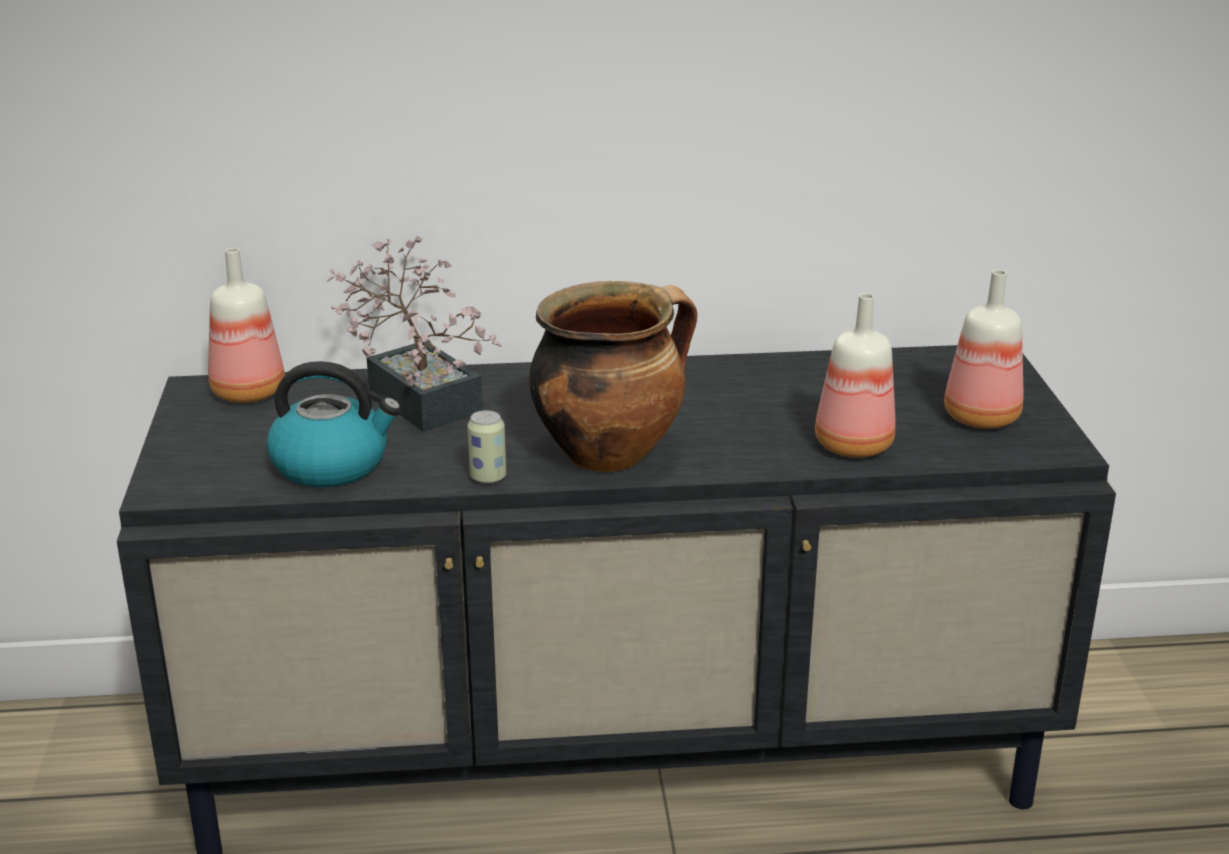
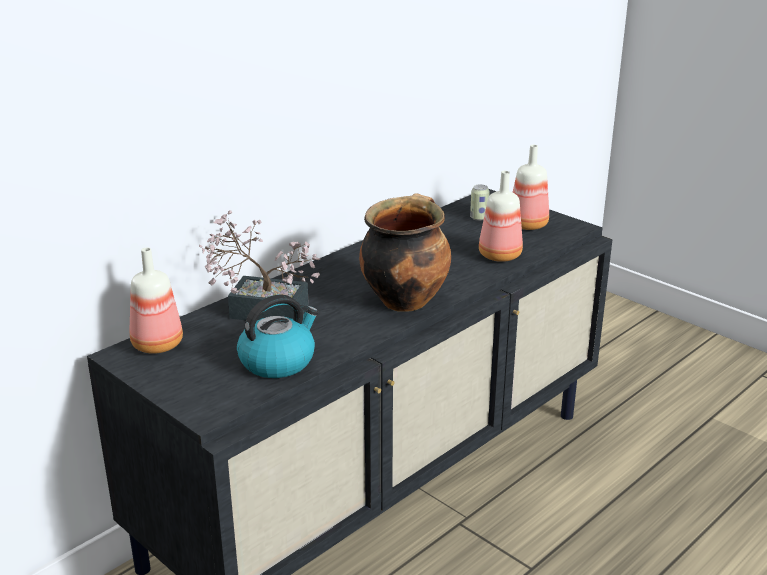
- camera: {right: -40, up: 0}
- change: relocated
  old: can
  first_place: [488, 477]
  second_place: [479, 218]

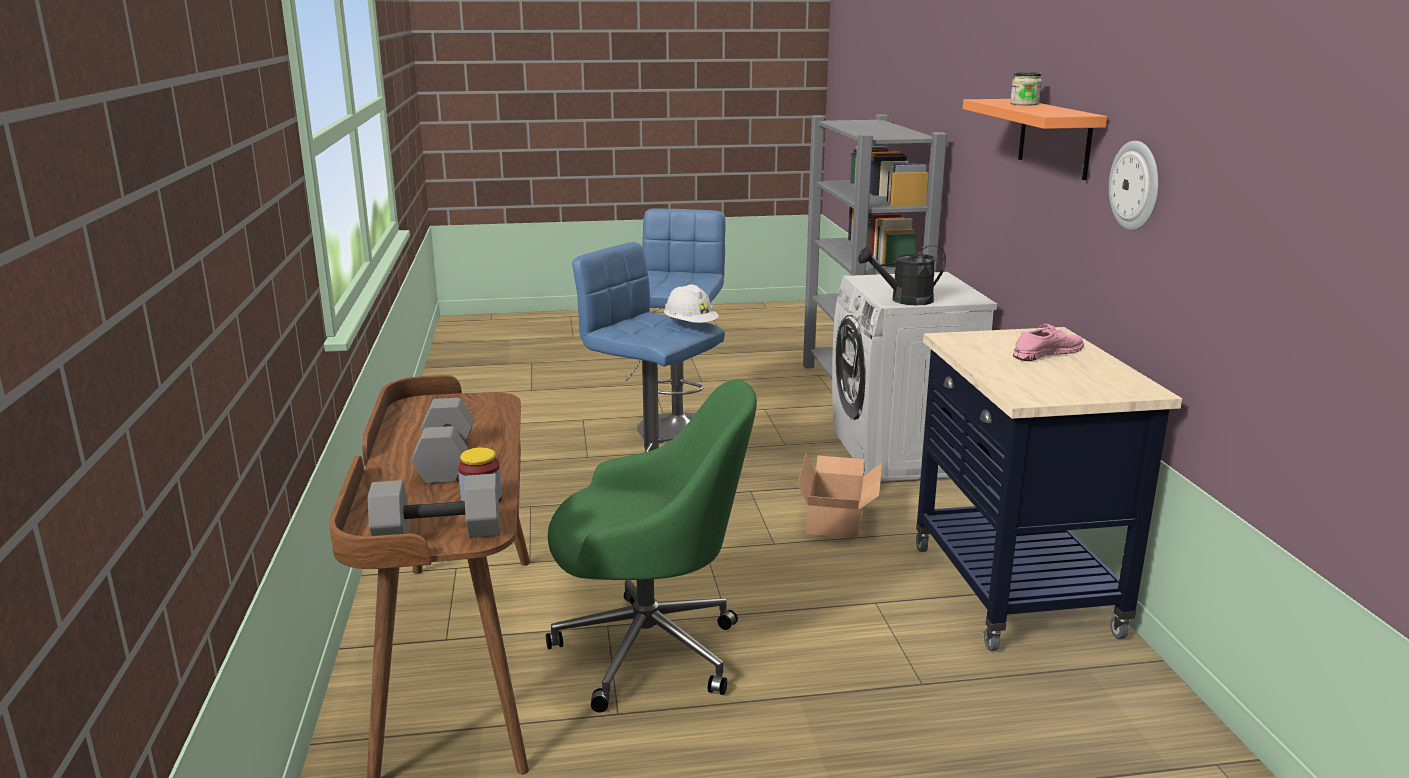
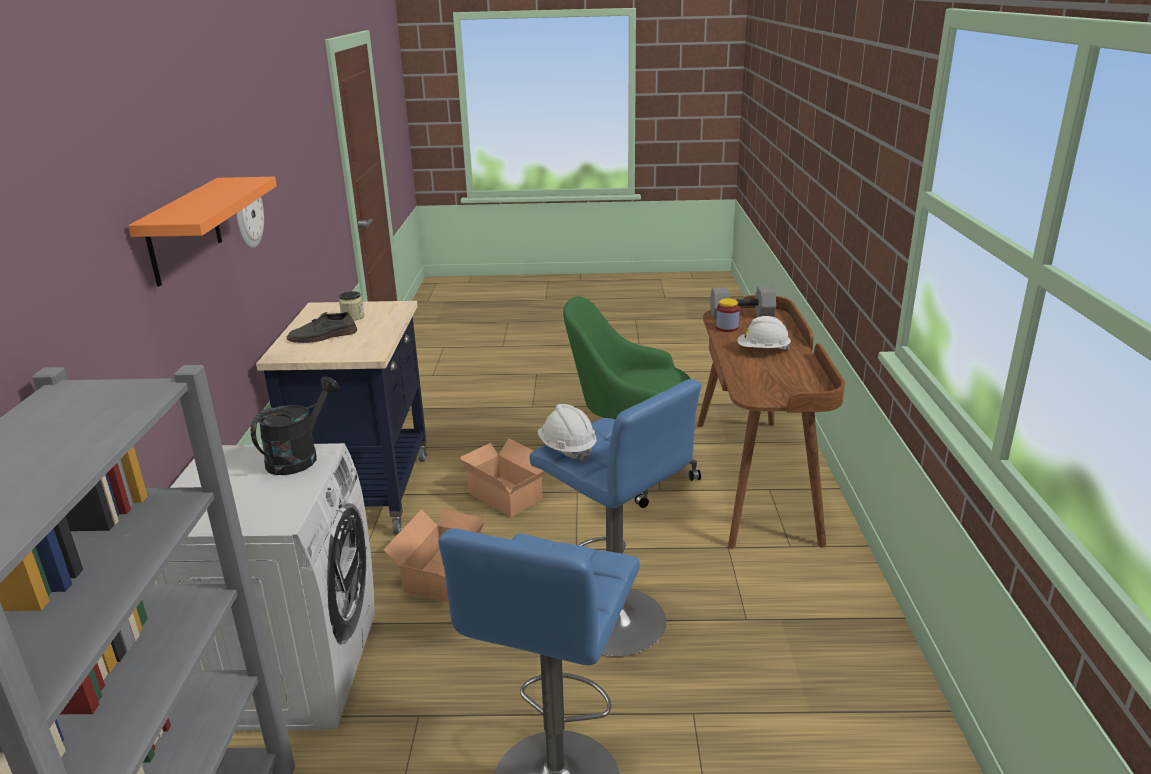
- camera: {right: -170, up: 5}
- change: exchanged
  old: grey dumbbell
  new: white hard hat
  first_place: [444, 460]
  second_place: [763, 350]
- change: spun
  old: black watering can
  first_place: [904, 300]
  second_place: [299, 457]
  degrees: -60
- change: relocated
  old: jar
  first_place: [1024, 104]
  second_place: [353, 317]
- change: colour
  old: pink shoe
  new: grey shoe
  first_place: [1047, 352]
  second_place: [323, 336]
- change: appeared
  new: cardboard box
  second_place: [506, 494]

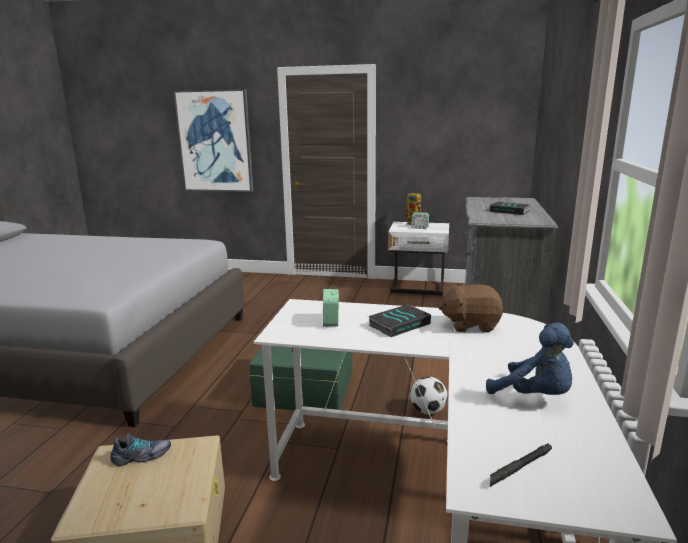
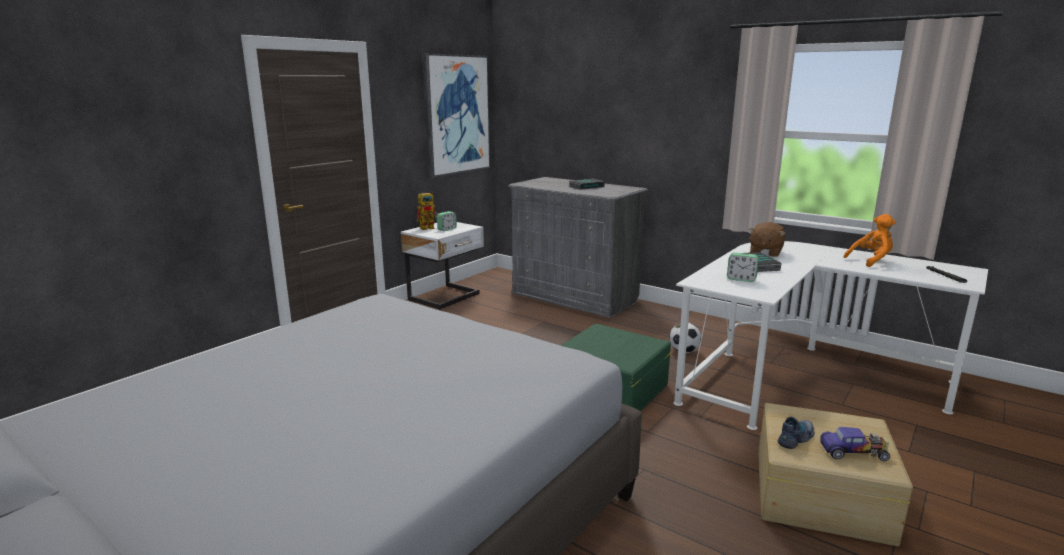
- camera: {right: -65, up: 0}
- change: spun
  old: shoe
  first_place: [142, 456]
  second_place: [796, 438]
  degrees: 45
- change: relocated
  old: picture
  first_place: [215, 141]
  second_place: [456, 115]
- change: colour
  old: blue plush toy
  new: orange plush toy
  first_place: [535, 396]
  second_place: [871, 260]
- change: appeared
  new: toy car
  second_place: [853, 452]

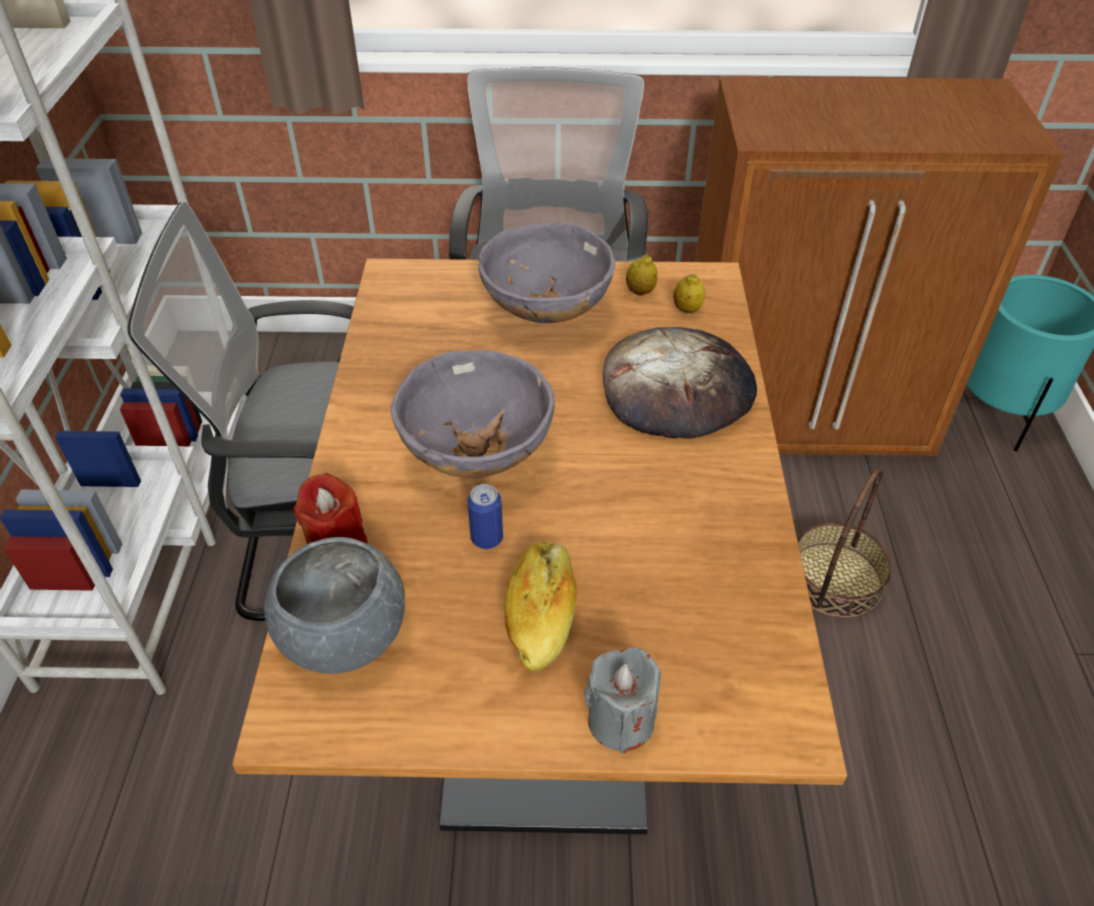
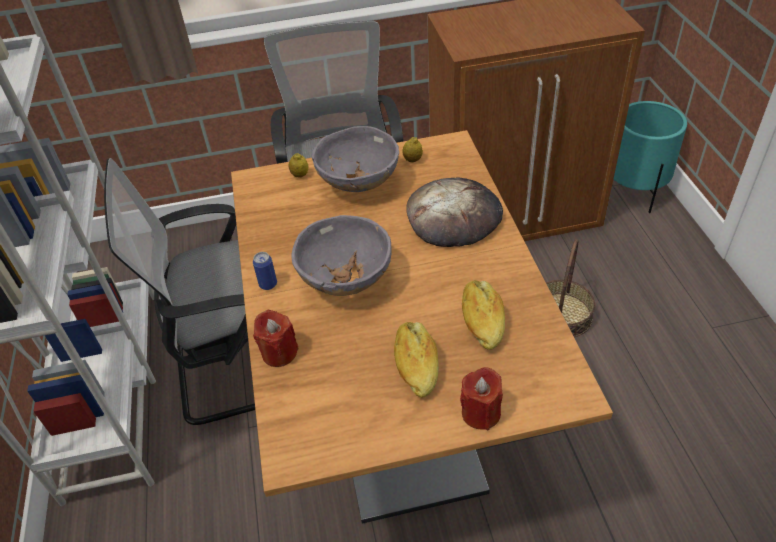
- camera: {right: -10, up: 0}
- change: missing
  old: grey bowl
  first_place: [343, 634]
- change: relocated
  old: can
  first_place: [487, 538]
  second_place: [268, 284]
- change: colour
  old: grey candle
  new: red candle
  first_place: [621, 720]
  second_place: [481, 413]
- change: relocated
  old: lemon
  first_place: [687, 309]
  second_place: [300, 175]
- change: appeared
  new: bread
  second_place: [482, 321]

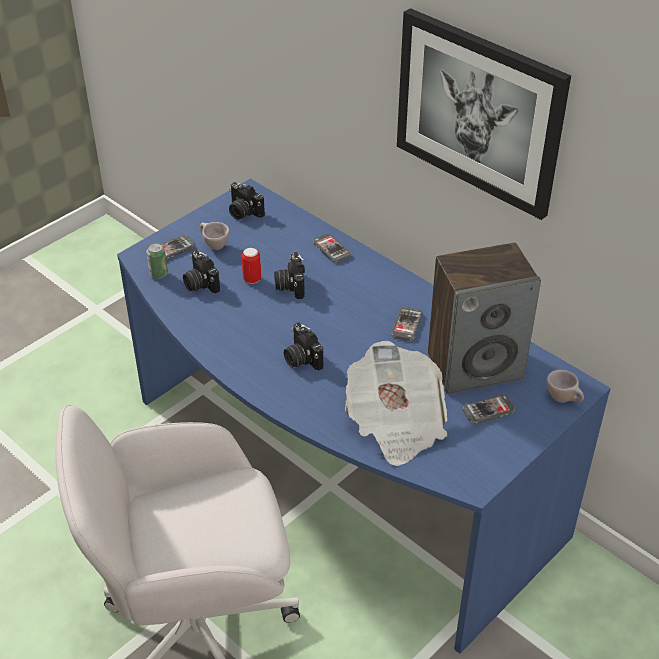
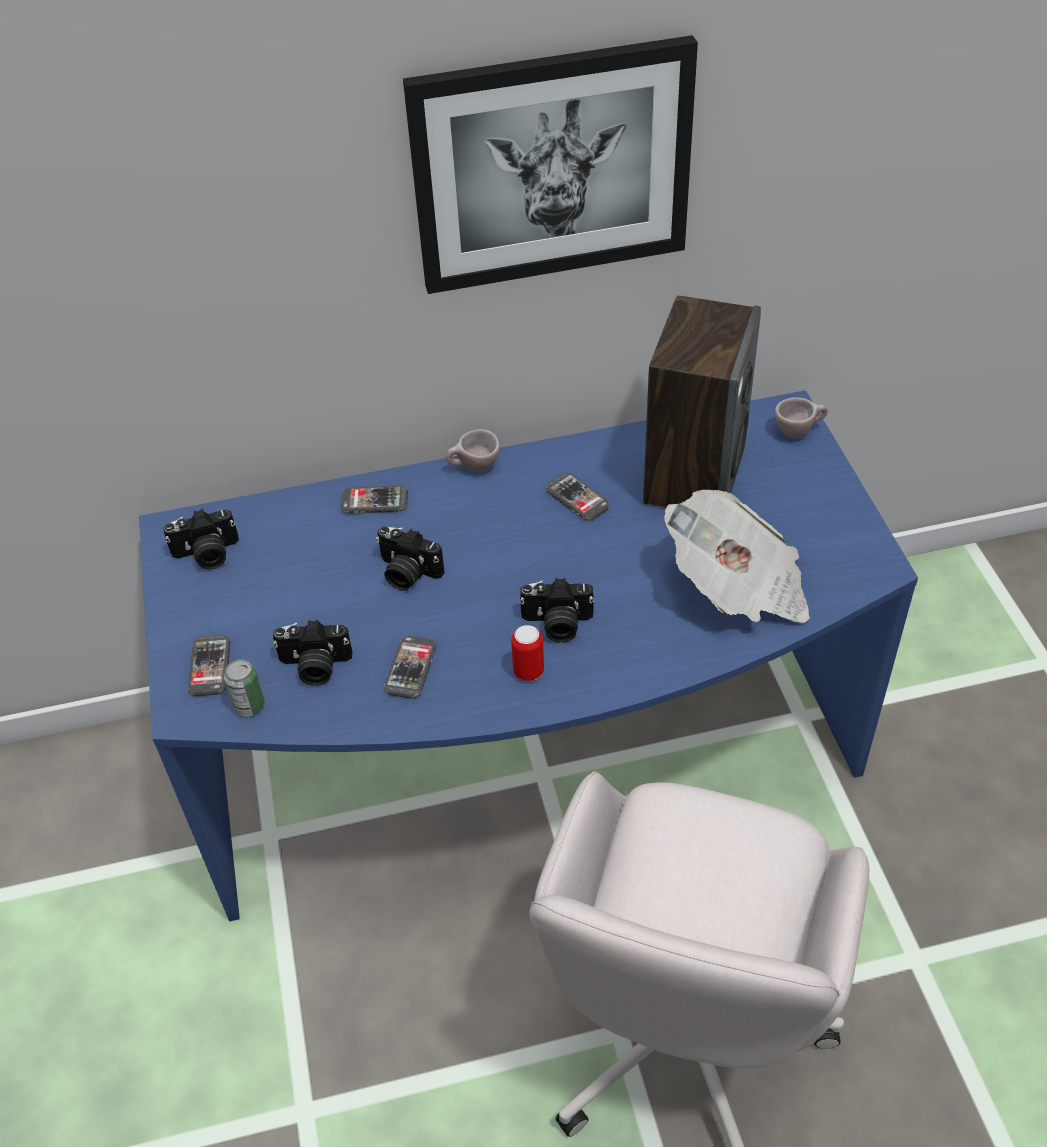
- camera: {right: -55, up: 5}
- change: relocated
  old: beige cup
  first_place: [213, 245]
  second_place: [474, 468]
- change: relocated
  old: can
  first_place: [252, 279]
  second_place: [528, 671]
- change: relocated
  old: phone
  first_place: [488, 410]
  second_place: [410, 668]

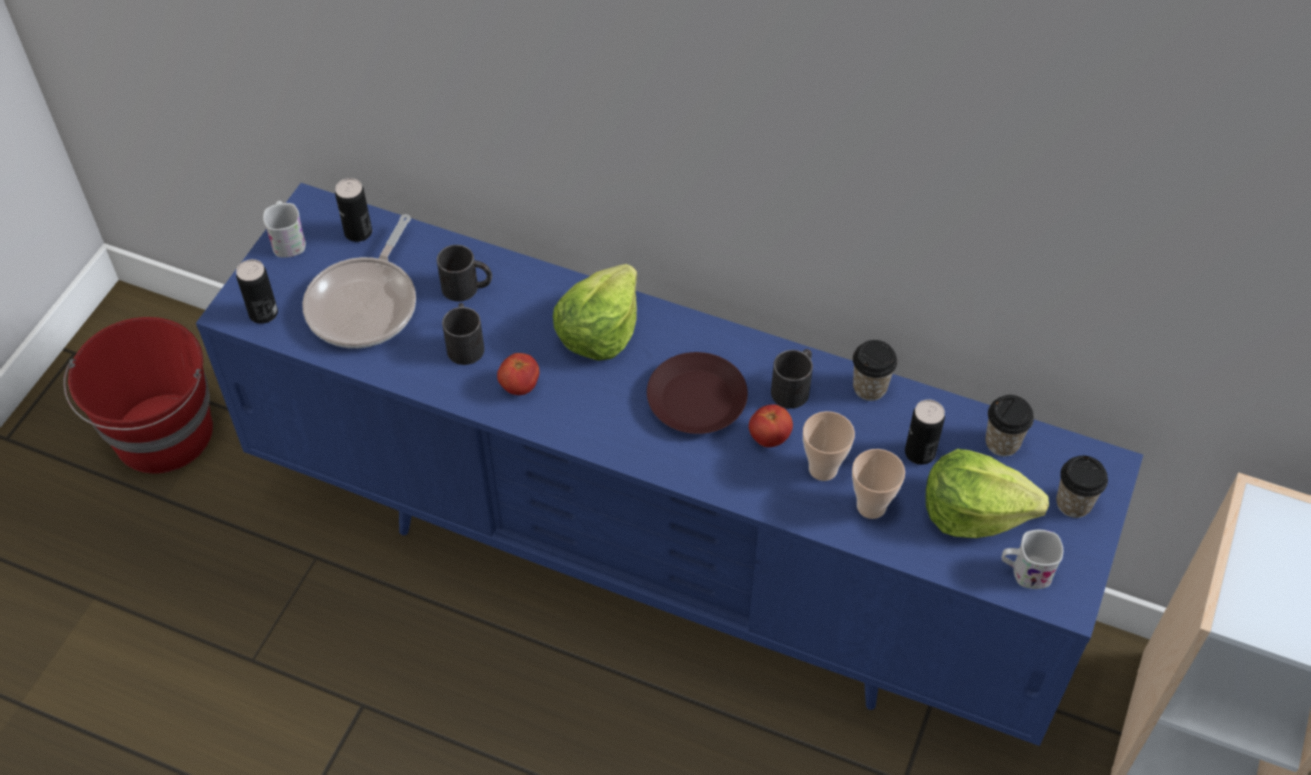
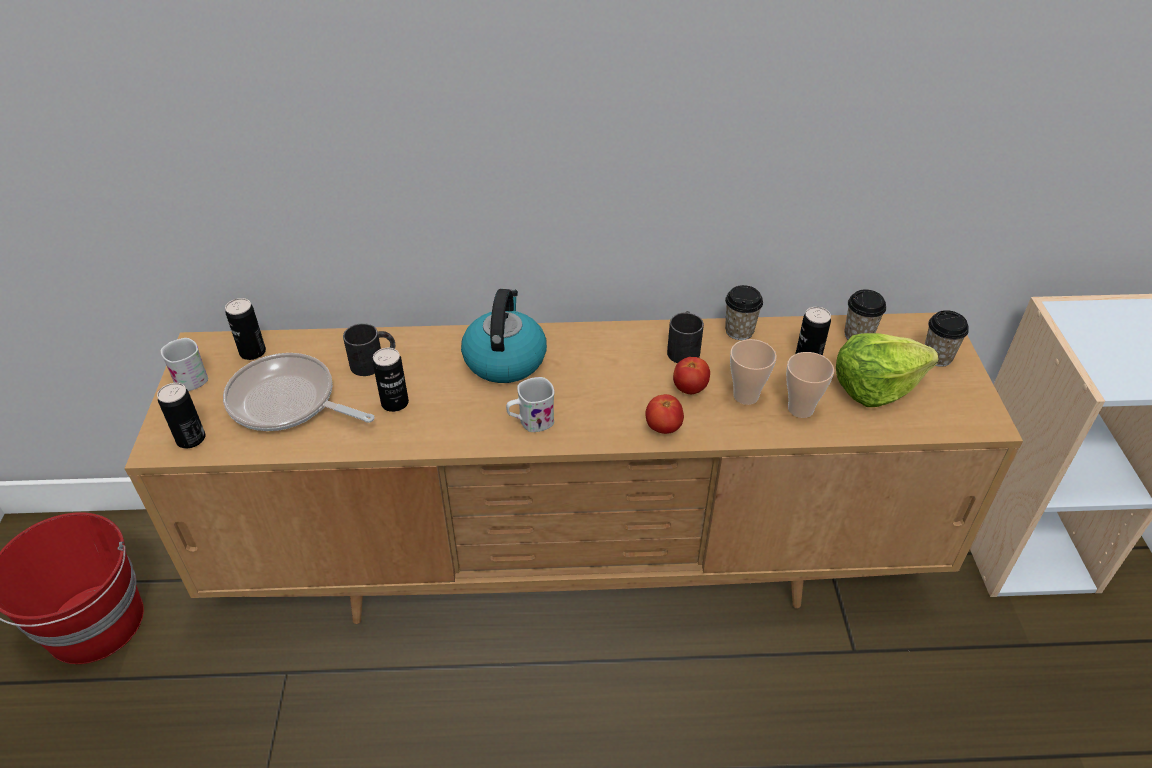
- camera: {right: -25, up: -10}
- change: colour
  old: blue cabinet
  new: brown cabinet
  first_place: [660, 560]
  second_place: [578, 562]
- change: spun
  old: frying pan
  first_place: [366, 304]
  second_place: [287, 402]
  degrees: 120
- change: exchanged
  old: black mug
  new: can
  first_place: [465, 343]
  second_place: [395, 403]
- change: relocated
  old: tomato
  first_place: [519, 386]
  second_place: [663, 427]
- change: exchanged
  old: lettuce
  new: kettle
  first_place: [599, 331]
  second_place: [504, 359]
- change: missing
  old: brown plate
  first_place: [697, 401]
- change: relocated
  old: white mug
  first_place: [1025, 572]
  second_place: [530, 422]

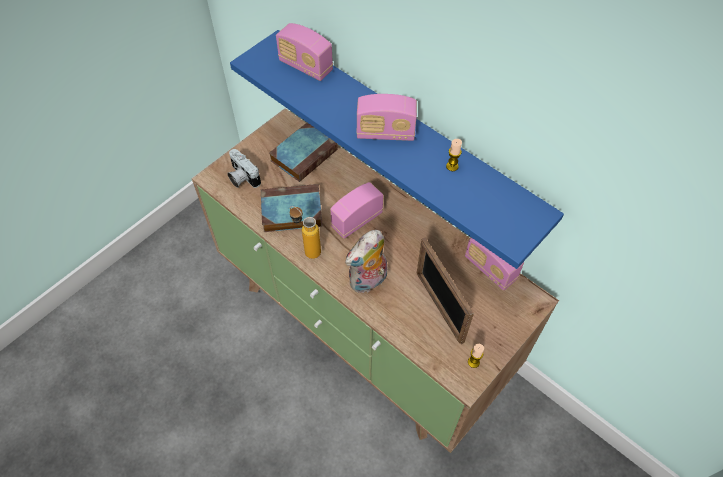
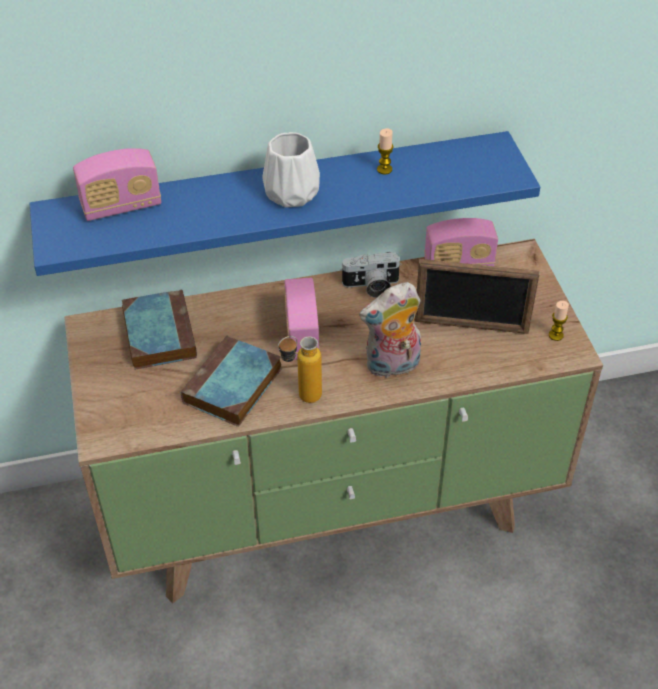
- camera: {right: -55, up: -10}
- change: relocated
  old: photo camera
  first_place: [242, 177]
  second_place: [371, 286]
- change: spun
  old: plush toy
  first_place: [368, 281]
  second_place: [392, 366]
  degrees: 75
- change: exchanged
  old: radio
  new: white vase
  first_place: [385, 133]
  second_place: [291, 193]

